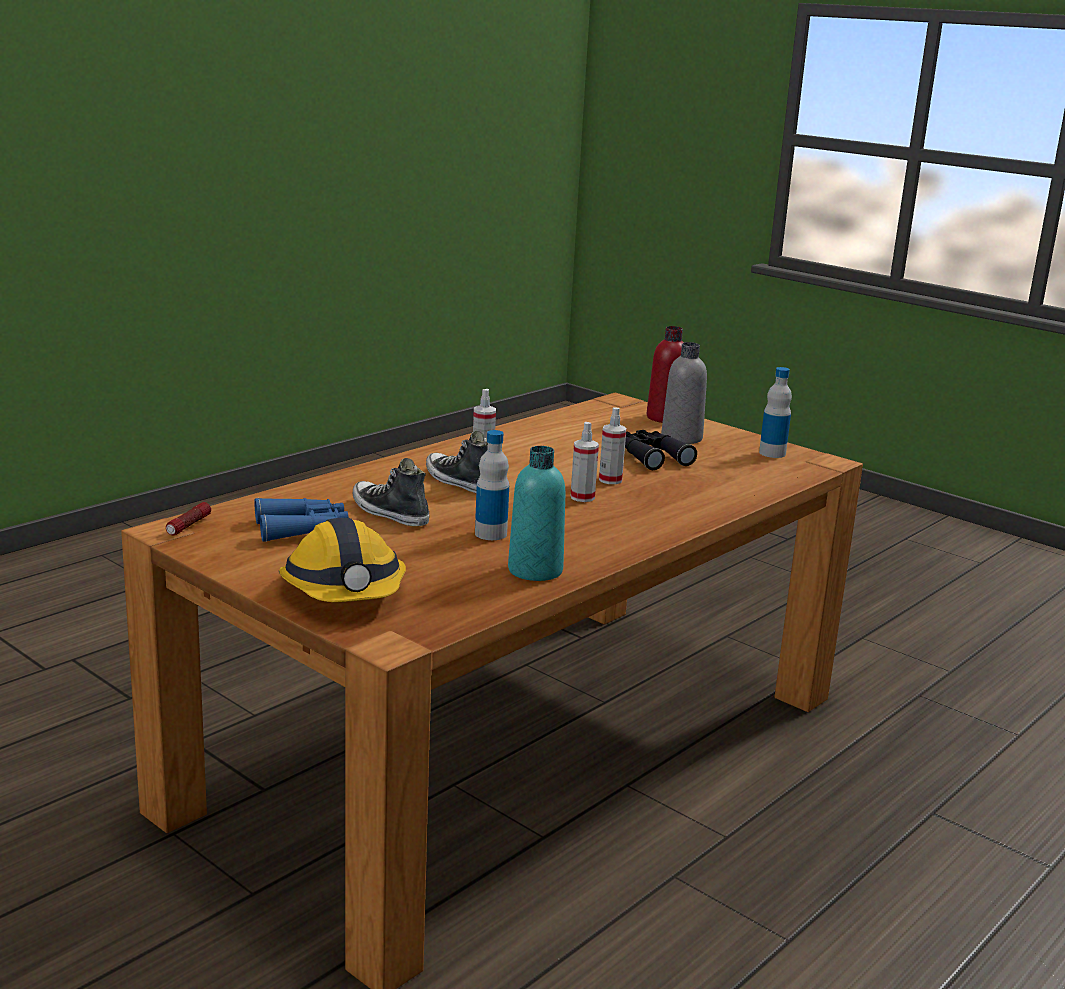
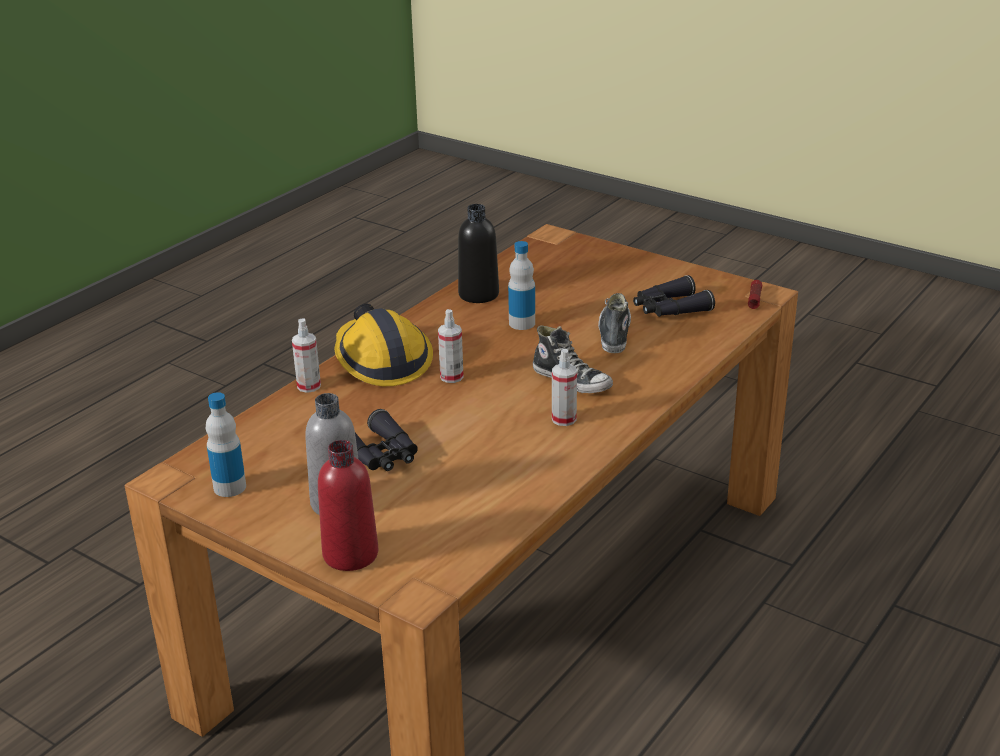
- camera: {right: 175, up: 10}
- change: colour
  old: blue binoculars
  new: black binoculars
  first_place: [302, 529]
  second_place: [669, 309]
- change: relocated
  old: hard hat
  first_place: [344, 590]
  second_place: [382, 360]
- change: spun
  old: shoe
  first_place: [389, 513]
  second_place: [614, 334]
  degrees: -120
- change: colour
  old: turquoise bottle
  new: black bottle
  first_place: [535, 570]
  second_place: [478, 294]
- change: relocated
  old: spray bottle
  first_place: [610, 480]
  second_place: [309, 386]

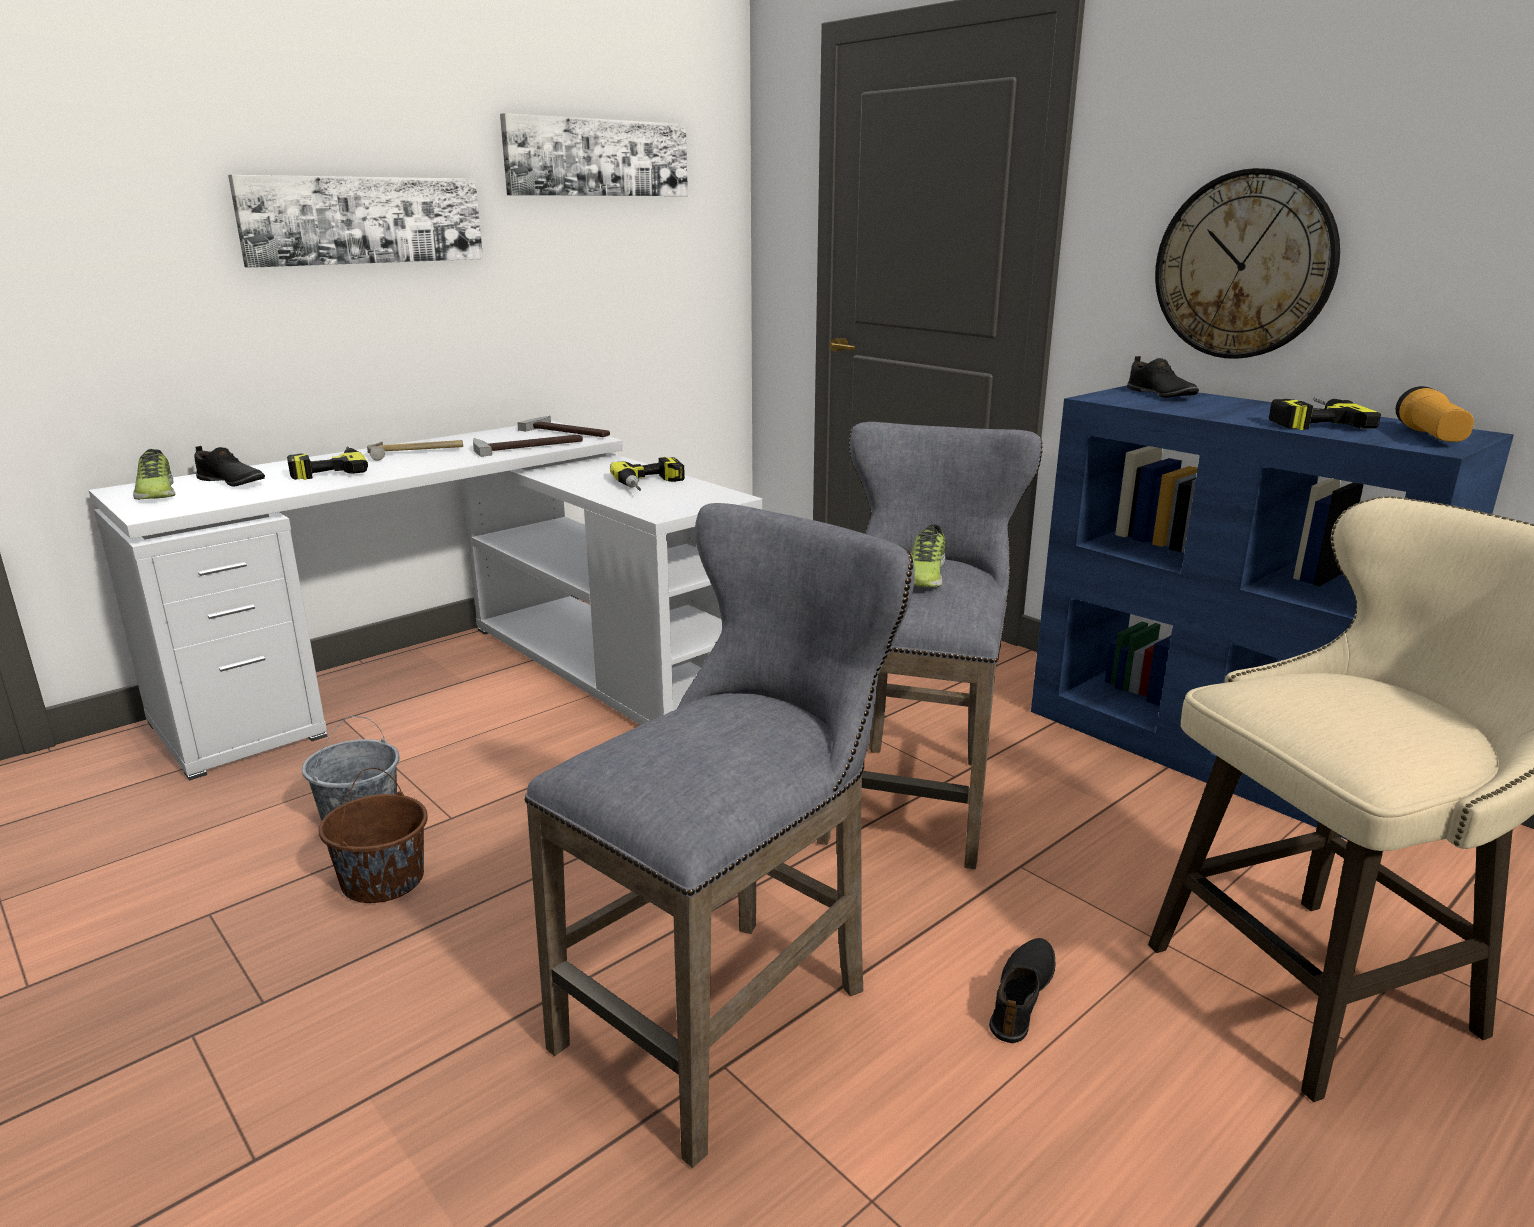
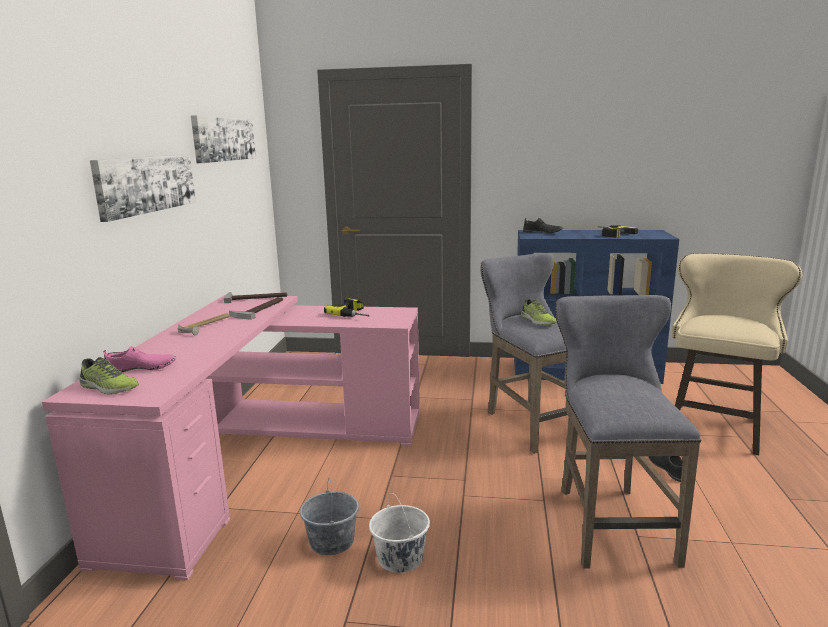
- camera: {right: -40, up: -5}
- change: colour
  old: white desk
  new: pink desk
  first_place: [481, 680]
  second_place: [263, 456]
- change: colour
  old: black shoe
  new: pink shoe
  first_place: [231, 482]
  second_place: [141, 369]
- change: missing
  old: power drill
  first_place: [327, 468]
- change: colour
  old: brown bucket
  new: white bucket
  first_place: [382, 881]
  second_place: [400, 558]
- change: missing
  old: wall clock
  first_place: [1244, 265]
- change: missing
  old: flashlight
  first_place: [1430, 436]

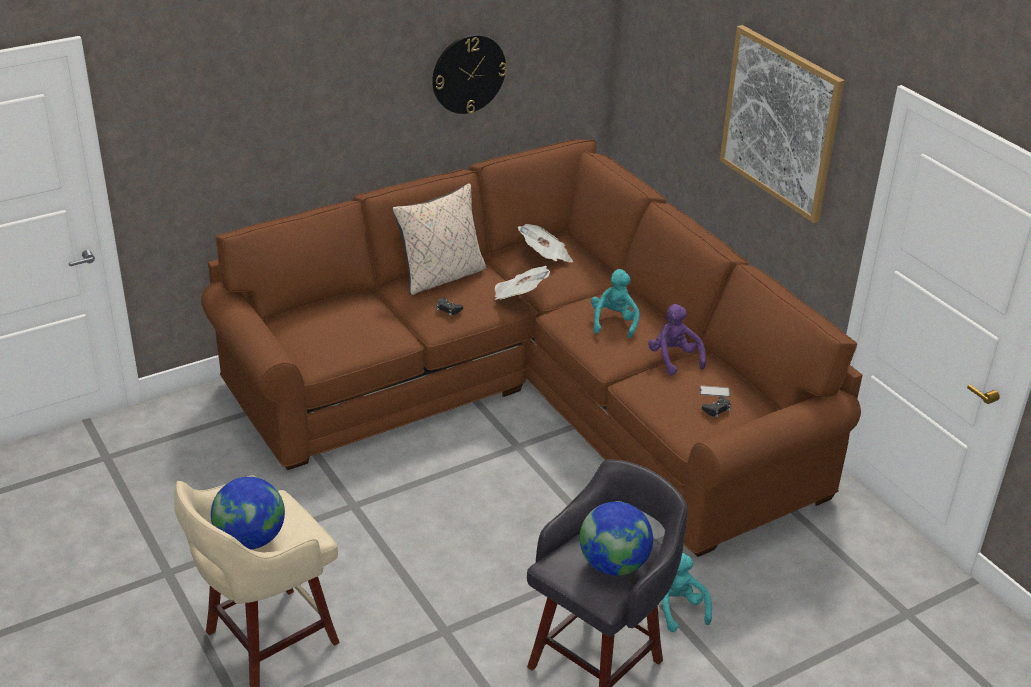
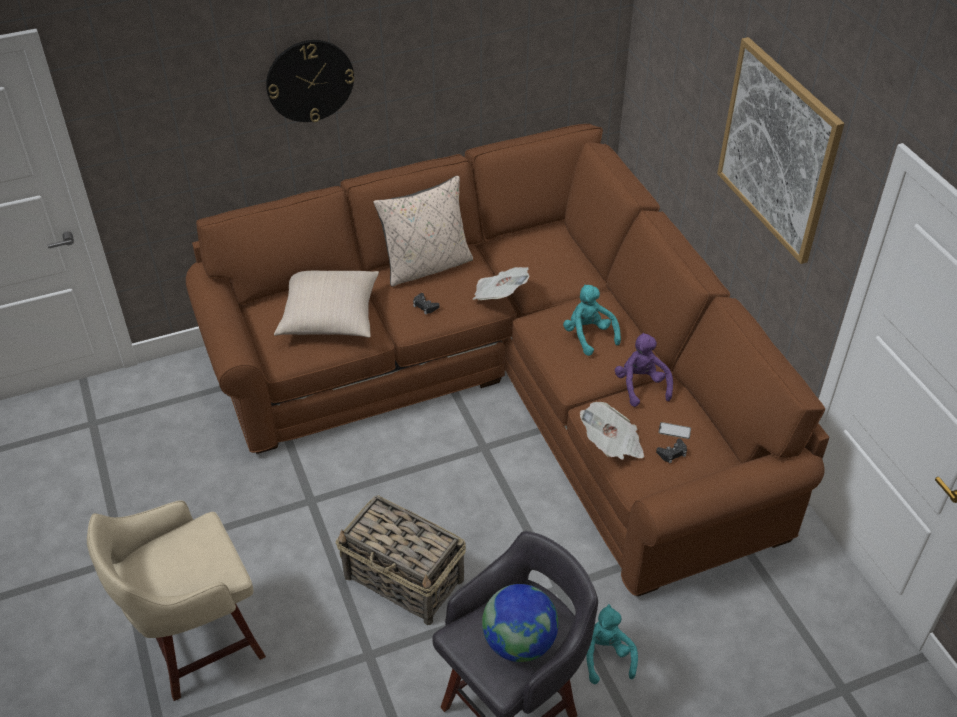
- camera: {right: 10, up: 10}
- change: missing
  old: globe
  first_place: [251, 539]
- change: relocated
  old: wall clock
  first_place: [468, 73]
  second_place: [310, 80]
- change: relocated
  old: newspaper
  first_place: [545, 256]
  second_place: [612, 444]
- change: spun
  old: turquoise plush toy
  first_place: [614, 322]
  second_place: [589, 335]
  degrees: -45
- change: appeared
  new: beige pillow
  second_place: [329, 316]
- change: appeared
  new: basket
  second_place: [405, 579]

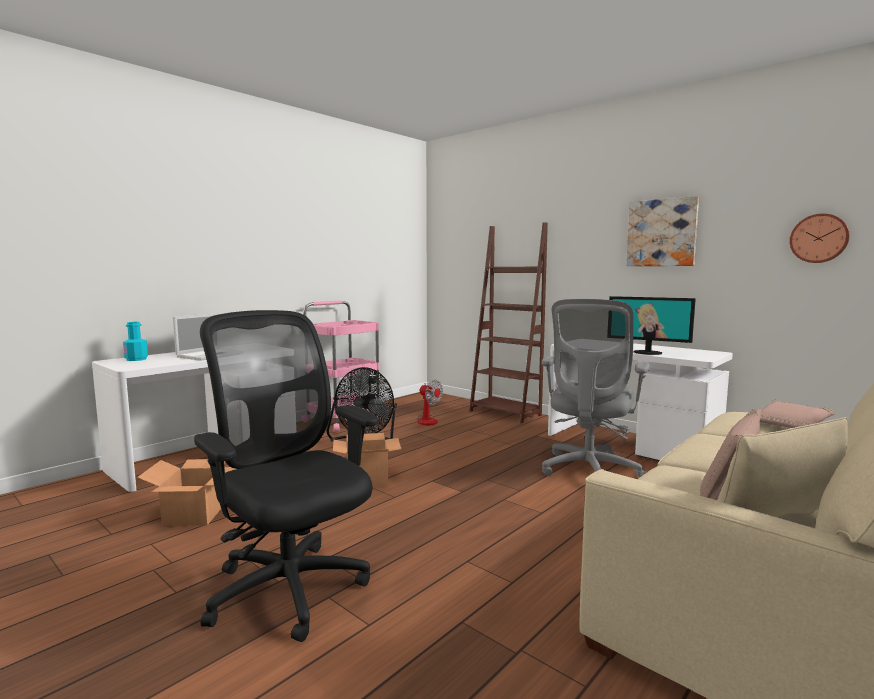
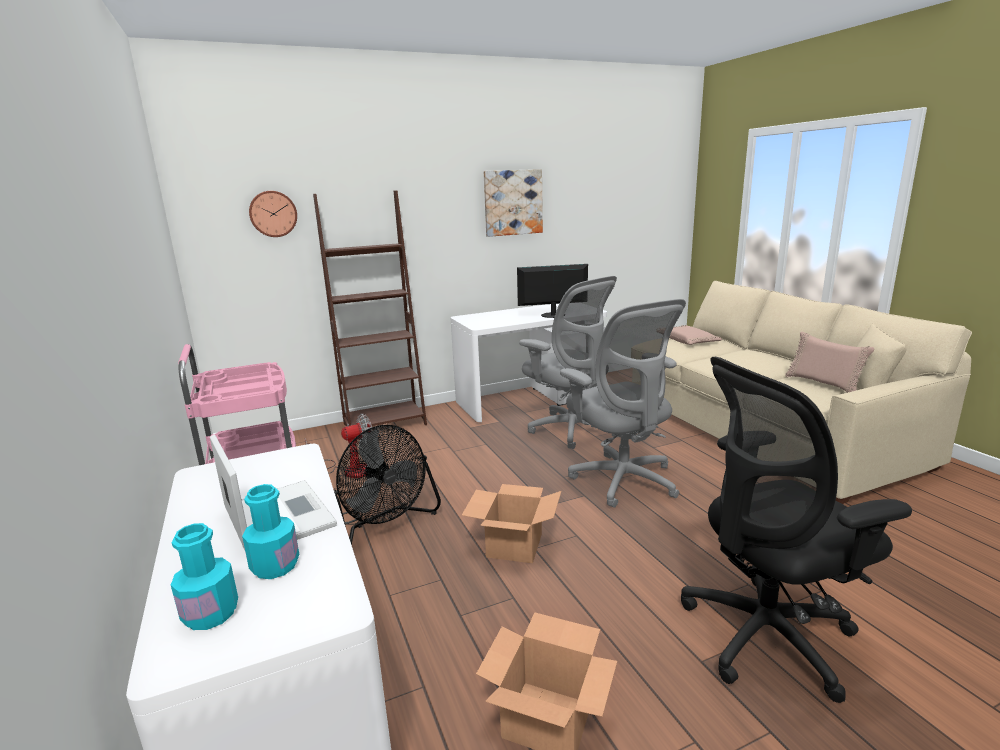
- camera: {right: -65, up: 10}
- change: spun
  old: monitor
  first_place: [648, 352]
  second_place: [553, 315]
  degrees: -150
- change: relocated
  old: wall clock
  first_place: [819, 238]
  second_place: [273, 214]
- change: appeared
  new: turquoise bottle
  second_place: [275, 566]
- change: appeared
  new: grey office chair
  second_place: [618, 478]

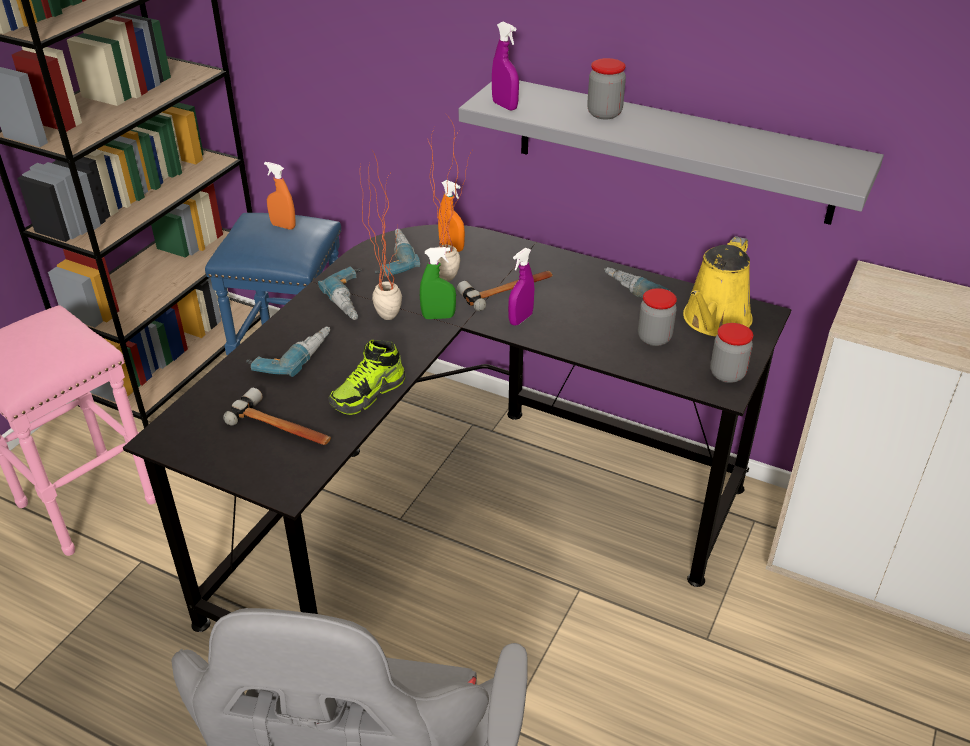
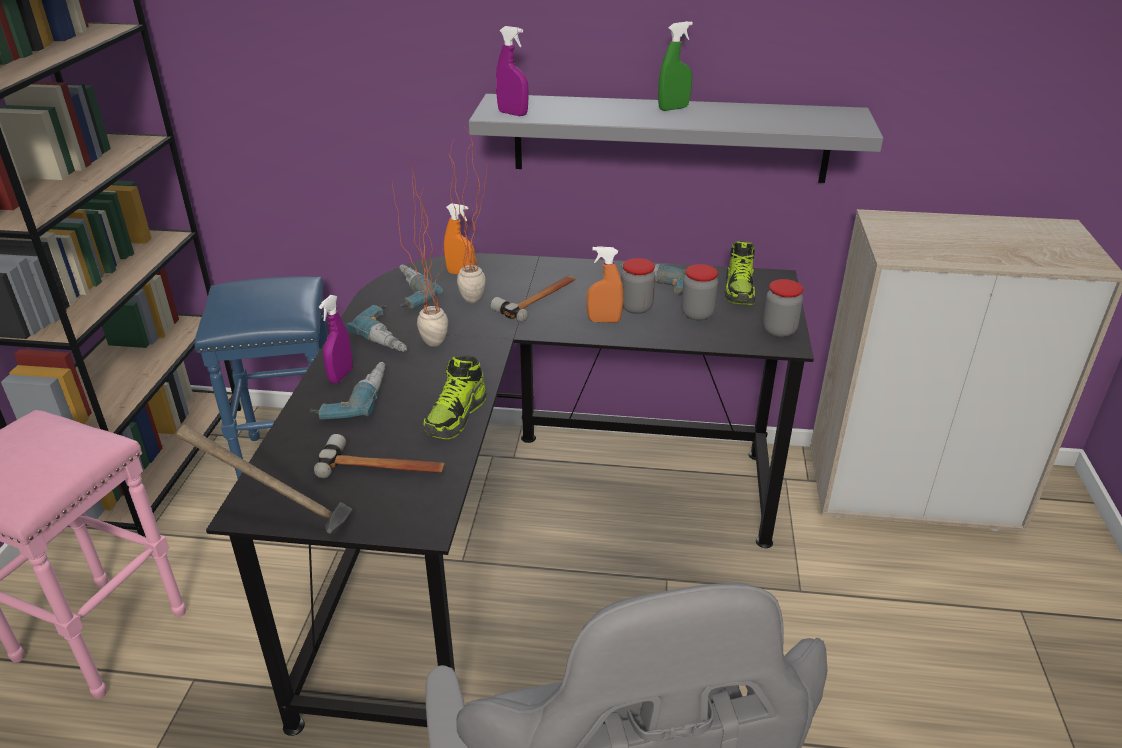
- camera: {right: -20, up: -5}
- change: relocated
  old: orange spray bottle
  first_place: [283, 226]
  second_place: [604, 321]
- change: relocated
  old: green spray bottle
  first_place: [438, 317]
  second_place: [673, 108]
- change: relocated
  old: purple spray bottle
  first_place: [520, 319]
  second_place: [341, 376]
- change: relocated
  old: jar
  first_place: [604, 113]
  second_place: [636, 307]
- change: exchanged
  old: yellow watering can
  new: shoe
  first_place: [714, 321]
  second_place: [739, 291]
- change: appeared
  new: hammer
  second_place: [281, 524]

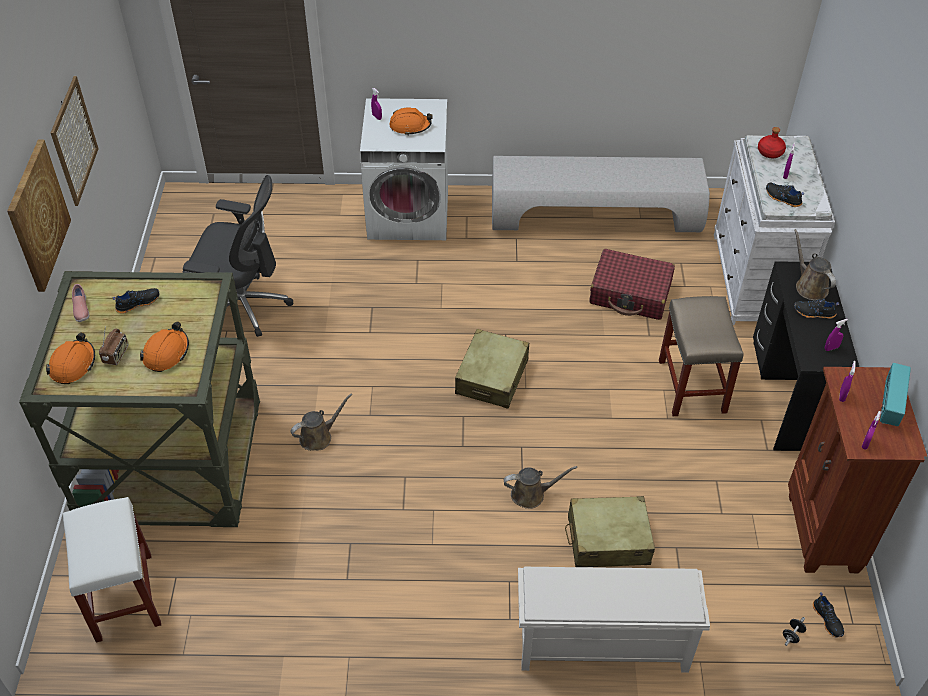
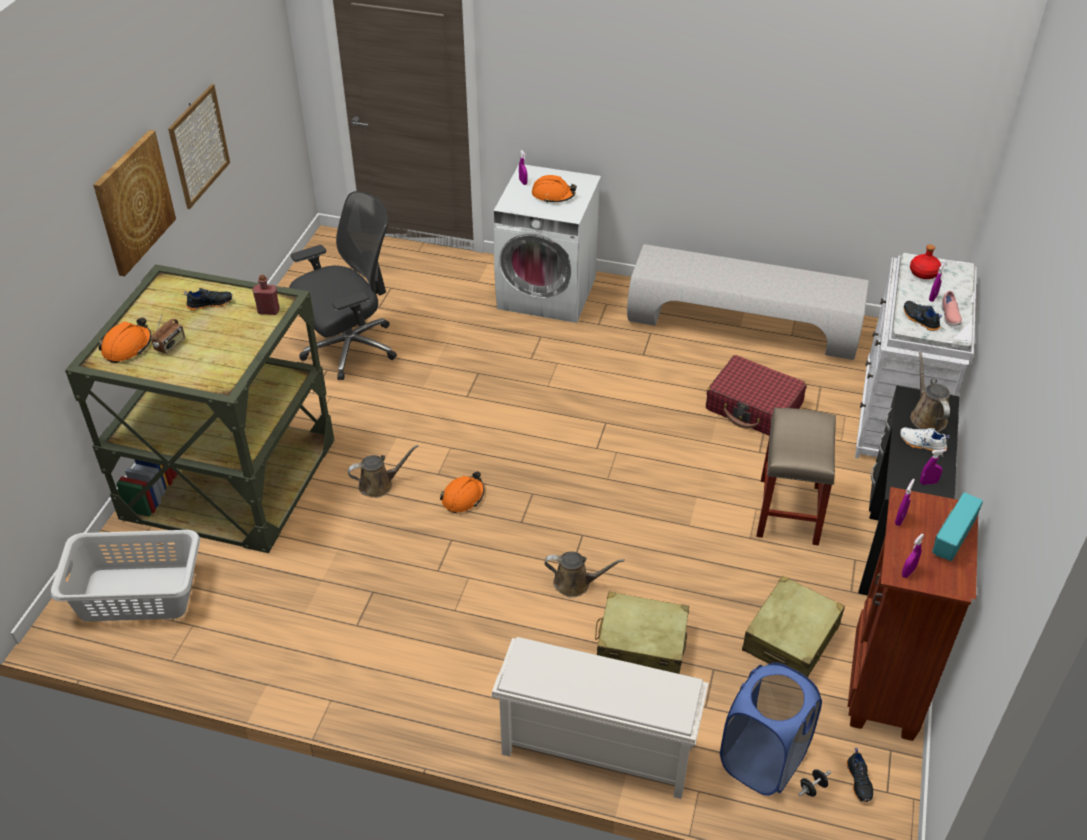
- camera: {right: 15, up: -5}
- change: exchanged
  old: white stool
  new: grey laundry basket
  first_place: [123, 596]
  second_place: [137, 593]
- change: relocated
  old: pink shoe
  first_place: [81, 310]
  second_place: [949, 316]
- change: relocated
  old: orange hard hat
  first_place: [166, 353]
  second_place: [463, 497]
- change: spun
  old: office chair
  first_place: [242, 306]
  second_place: [350, 350]
  degrees: -60
- change: relocated
  old: beige suitcase
  first_place: [492, 377]
  second_place: [791, 638]
- change: colour
  old: black shoe
  new: white shoe
  first_place: [814, 313]
  second_place: [921, 444]
- change: appeared
  new: red bottle
  second_place: [268, 311]
- change: appeared
  new: blue laundry basket
  second_place: [763, 760]

